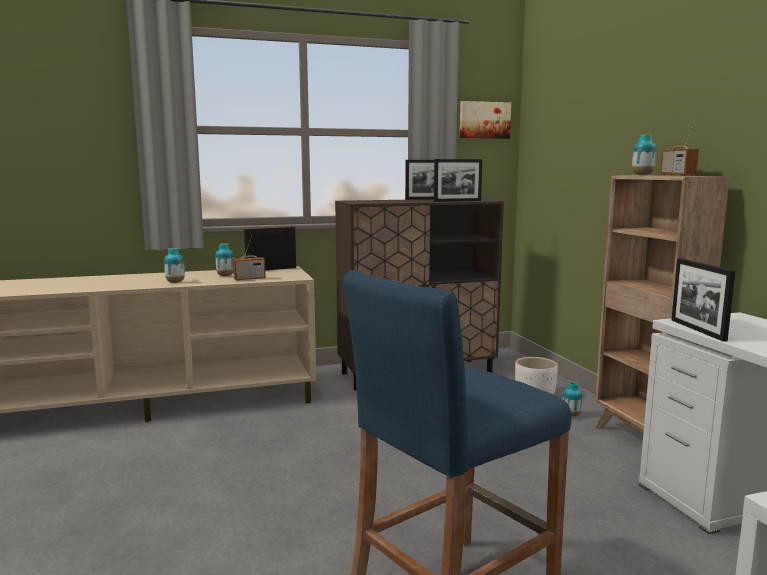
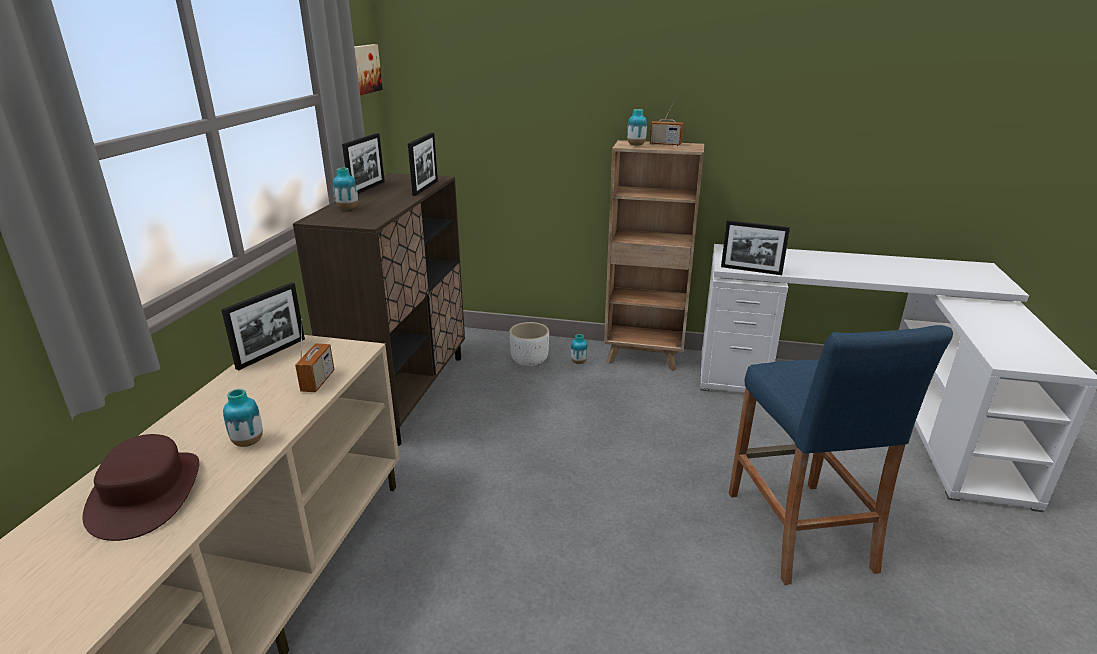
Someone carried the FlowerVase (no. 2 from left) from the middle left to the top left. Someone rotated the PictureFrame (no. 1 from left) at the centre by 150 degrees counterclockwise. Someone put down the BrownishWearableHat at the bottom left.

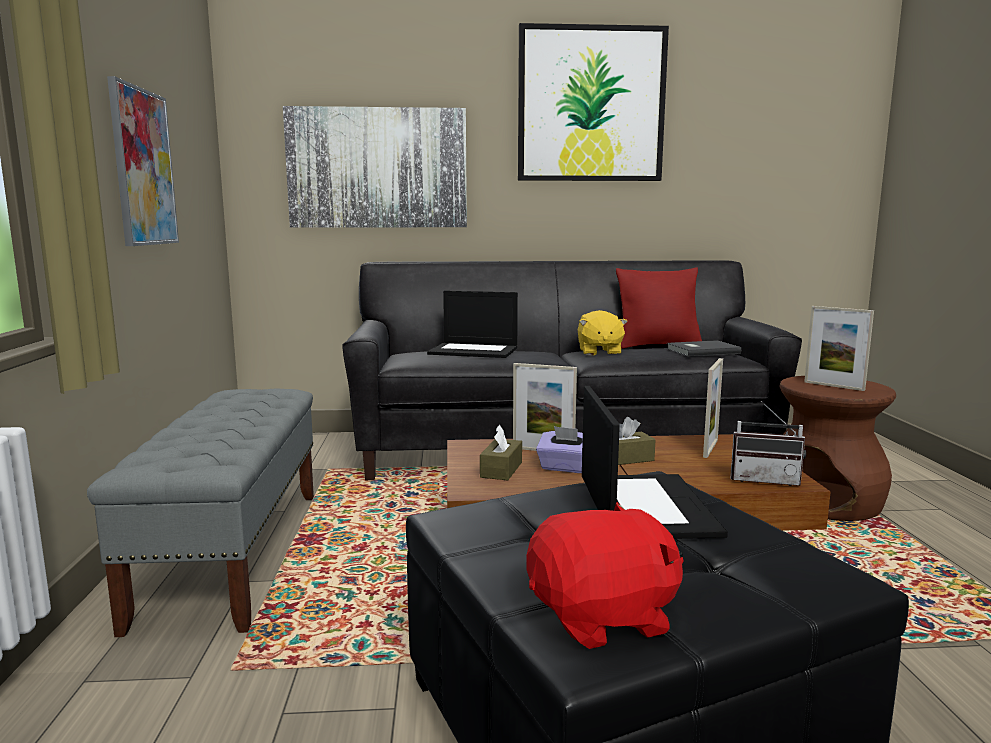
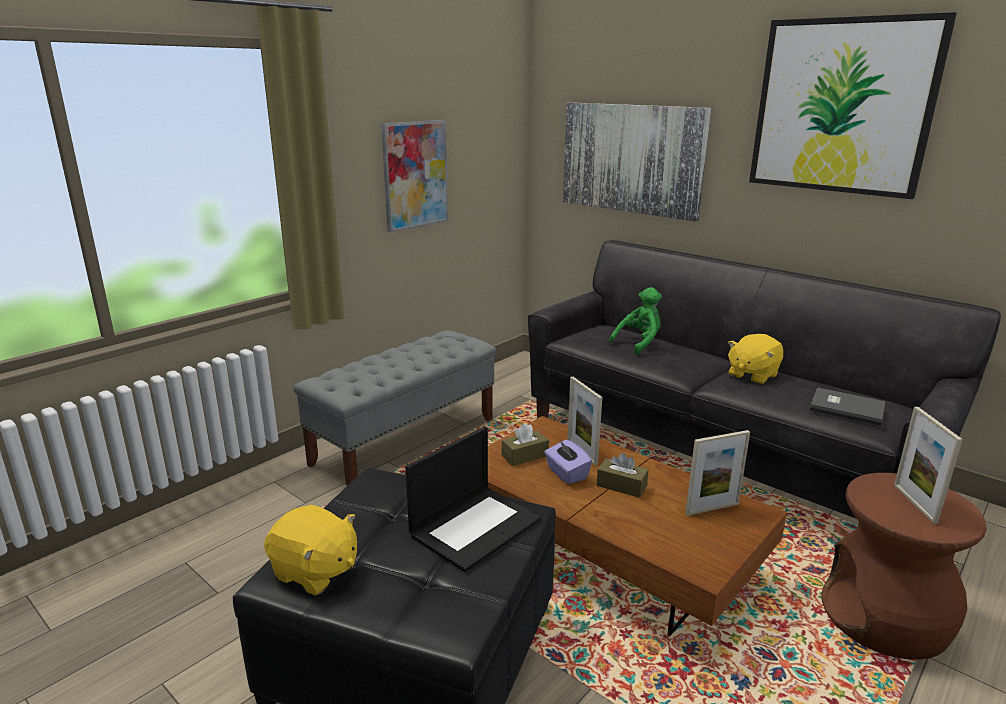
Someone swapped the PortableComputer (no. 1 from left) at the centre for the GreenCuddlyToy at the centre. Someone repainted the RedCuddlyToy at the bottom centre, which became the YellowColouredCuddlyToy (no. 1 from left) at the bottom left. Someone took away the RedPillow at the centre. Someone took away the RadioReceiver at the middle right.

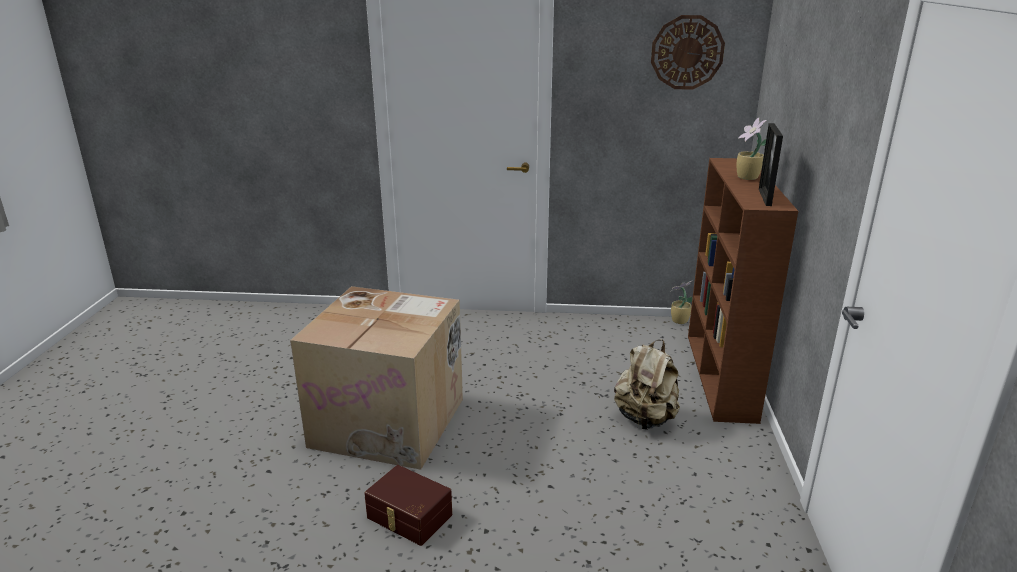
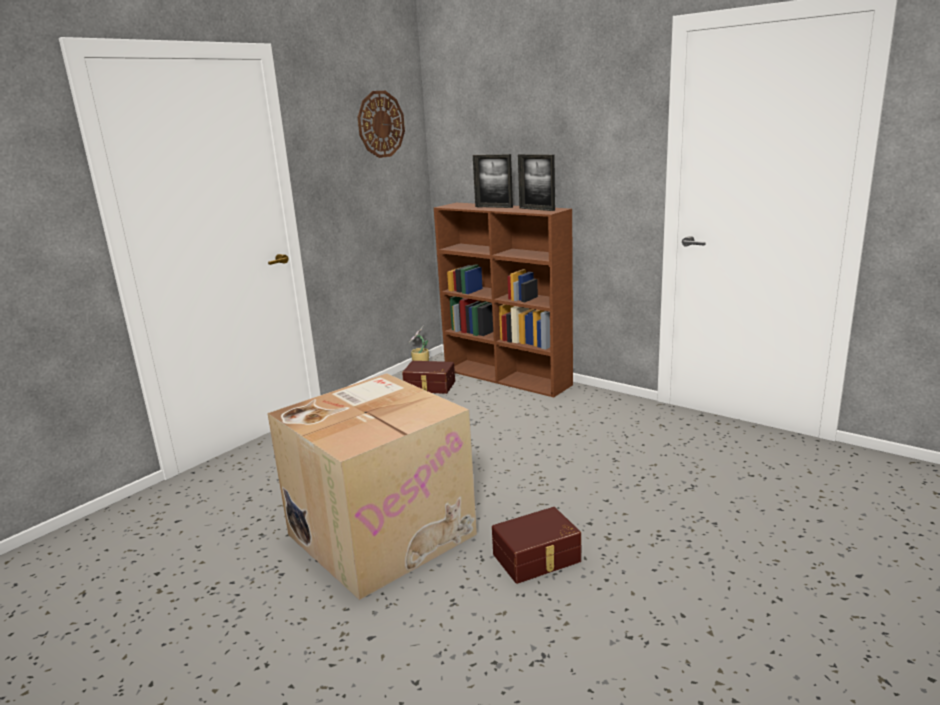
Someone took away the BeigeRucksack at the bottom centre. Someone swapped the Houseplant (no. 2 from left) at the top right for the PictureFrame (no. 1 from left) at the top centre. Someone put down the BrownishStorageBin (no. 1 from left) at the centre.

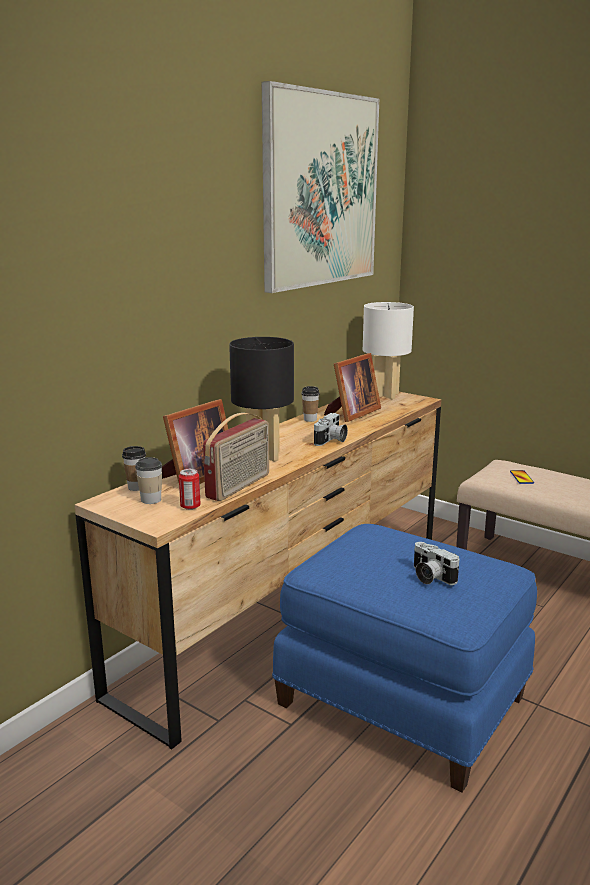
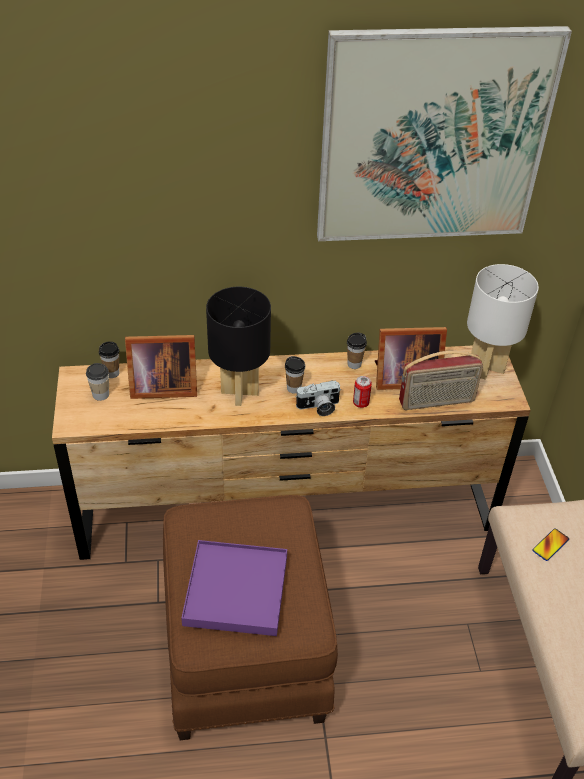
Someone carried the SealedCan from the middle left to the centre. Someone carried the RadioReceiver from the centre to the middle right. Someone repainted the BluishFootrest at the bottom right, which became the BrownishFootrest at the bottom centre. Someone swapped the StillCamera (no. 2 from left) at the middle right for the PurpleColouredTray at the bottom centre. Someone put down the DrinkingCup (no. 3 from left) at the centre.

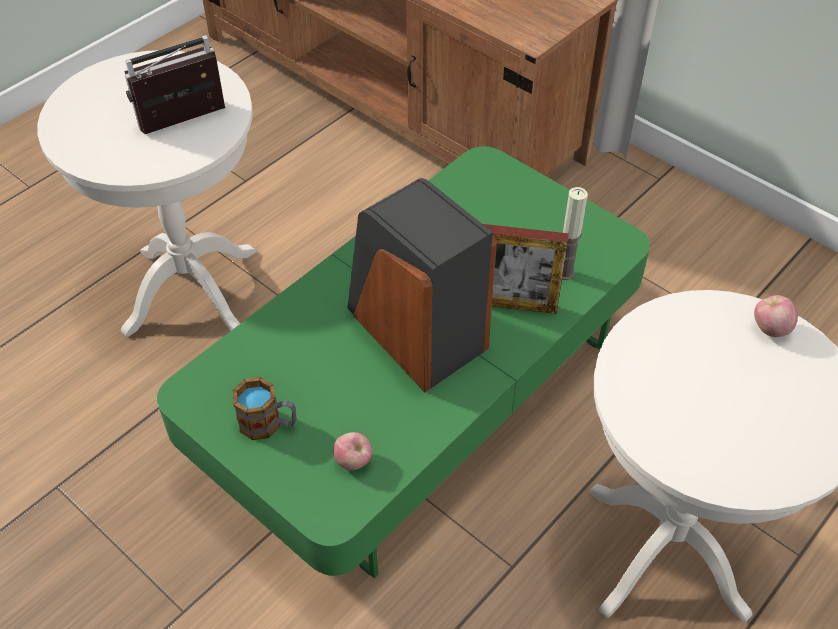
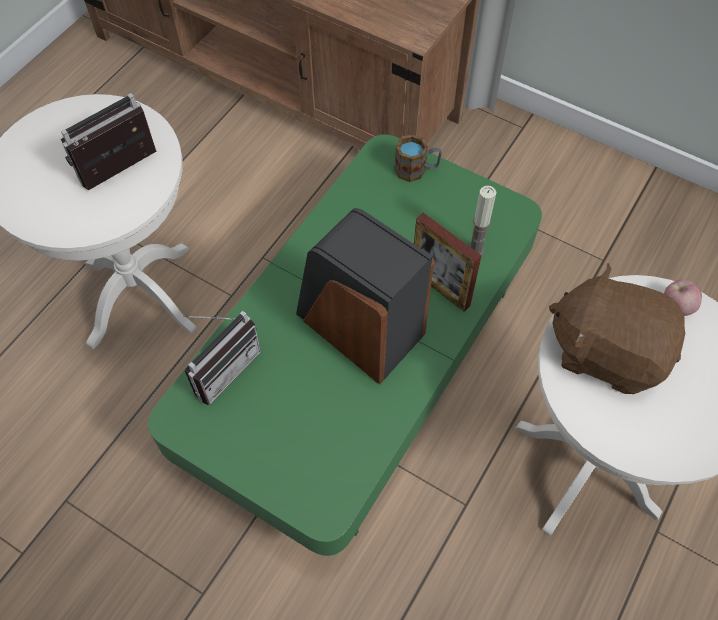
Someone carried the CoffeeMug from the middle left to the top centre. Someone took away the AppleFruit (no. 1 from left) at the bottom centre. Someone rotated the PictureFrame at the centre by 45 degrees clockwise. Someone put down the RadioReceiver (no. 2 from left) at the middle left. Someone put down the BrownishCuddlyToy at the middle right.

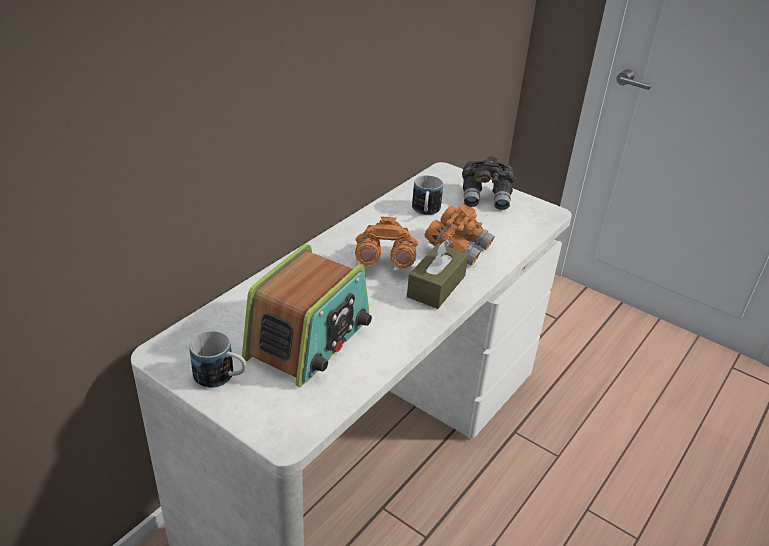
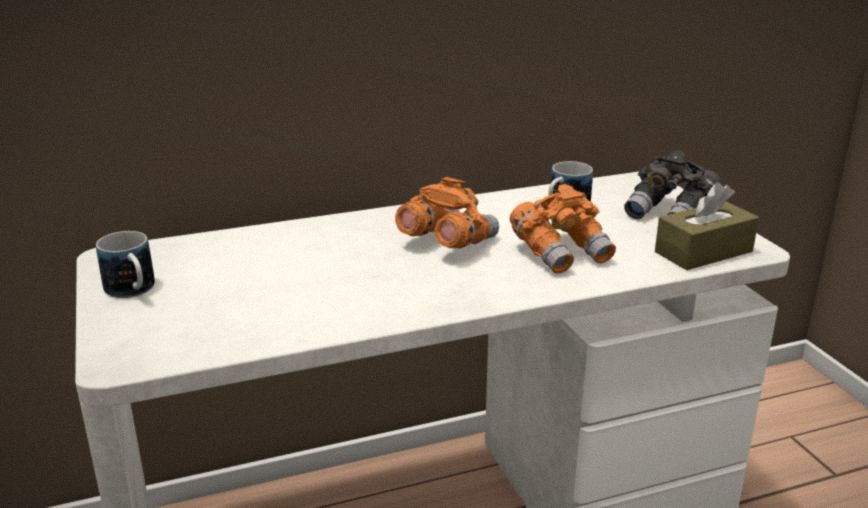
Someone took away the RadioReceiver at the centre. Someone carried the BrownishBoxOfTissues from the centre to the middle right.

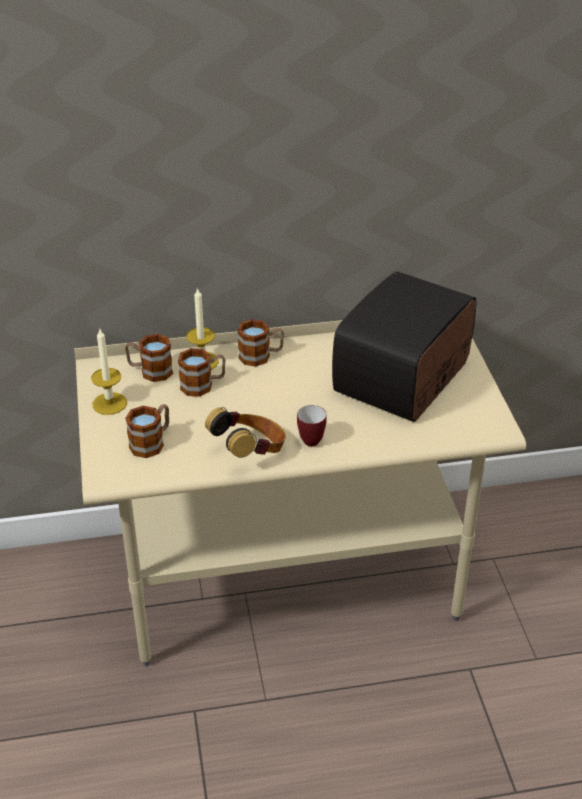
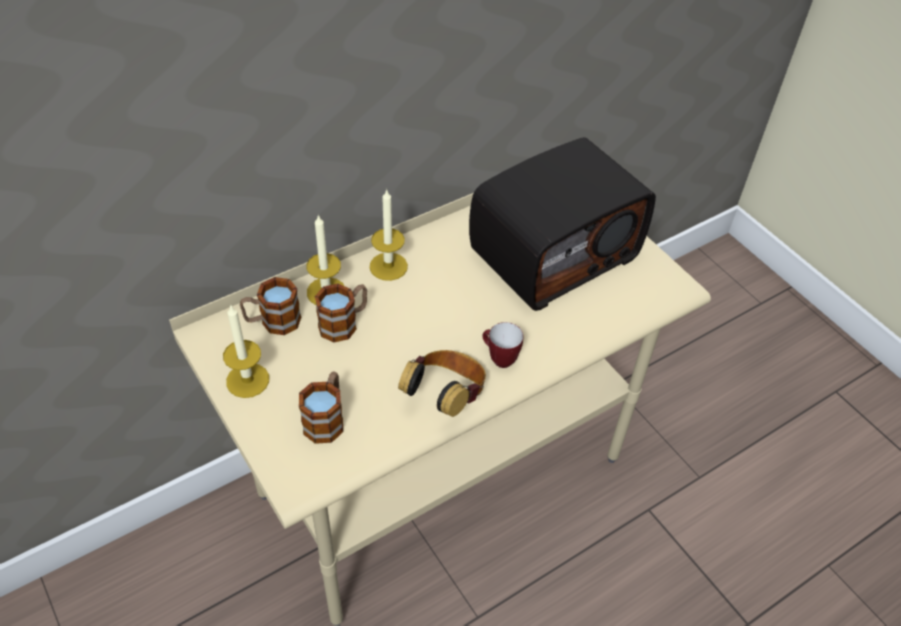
Someone swapped the CoffeeMug (no. 4 from left) at the centre for the Candle (no. 3 from left) at the centre. Someone rotated the RadioReceiver at the middle right by 135 degrees counterclockwise.

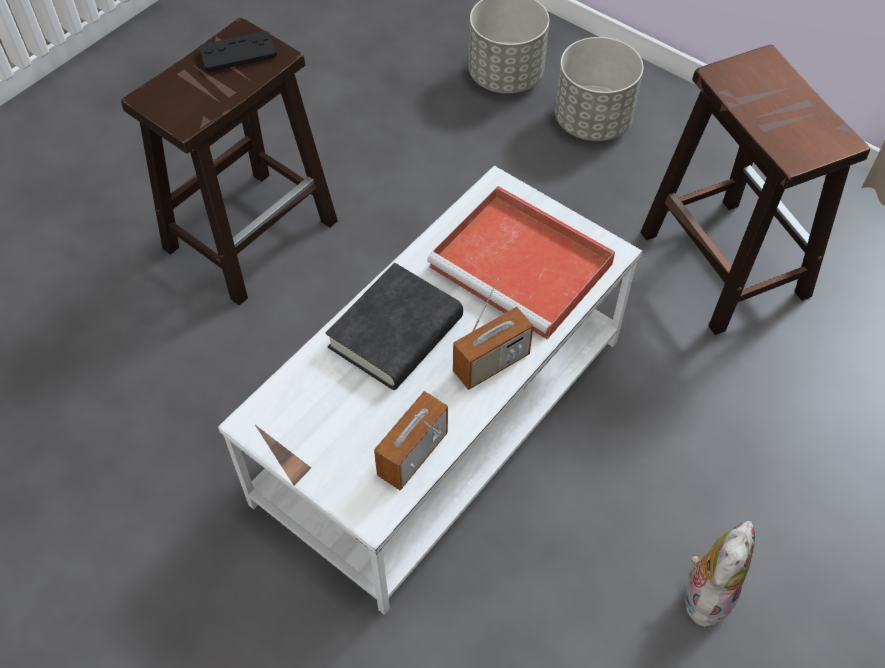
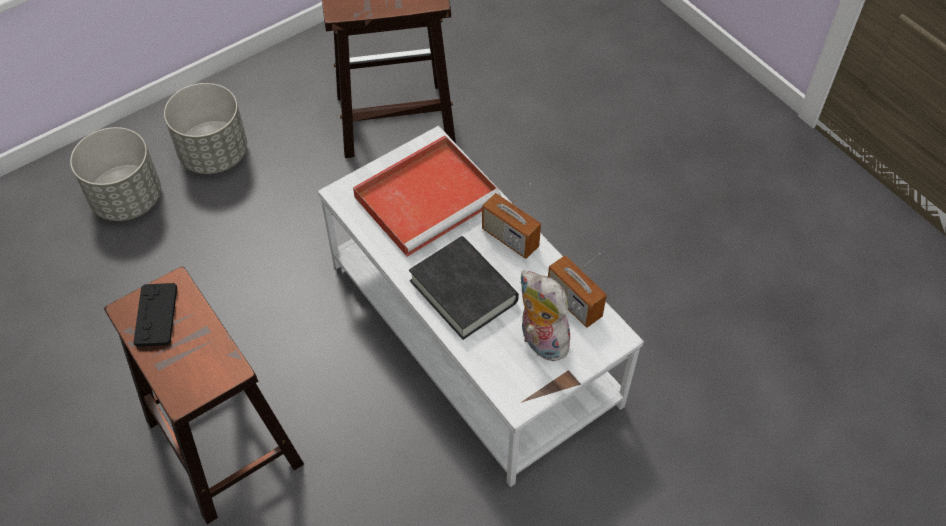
Someone rotated the RadioReceiver (no. 2 from left in the first image) at the centre by 150 degrees clockwise. Someone carried the CuddlyToy from the bottom right to the centre.

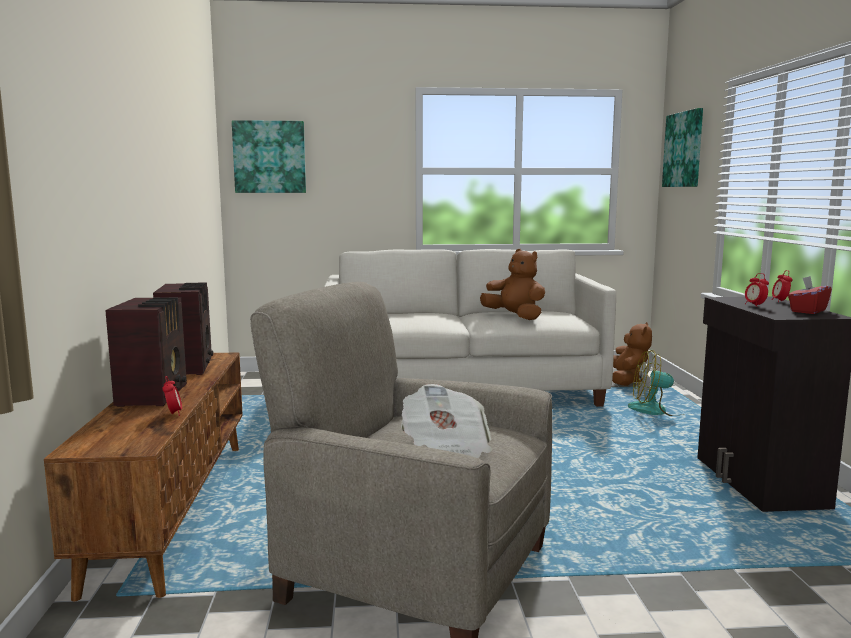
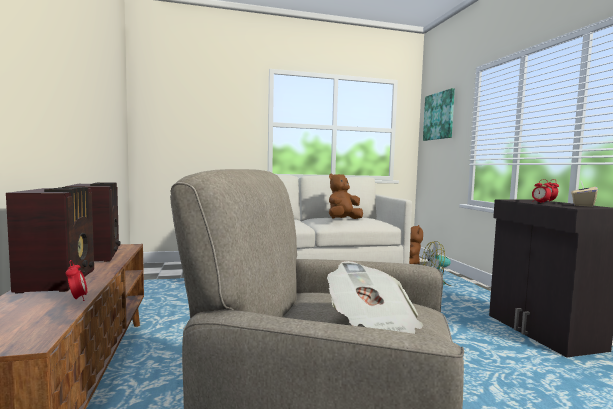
Someone took away the WallPicture (no. 1 from left) at the top left. Someone rotated the BrownishCuddlyToy (no. 1 from left) at the centre by 75 degrees counterclockwise. Someone repainted the RedBoxOfTissues at the middle right, which became the BeigeBoxOfTissues at the middle right.

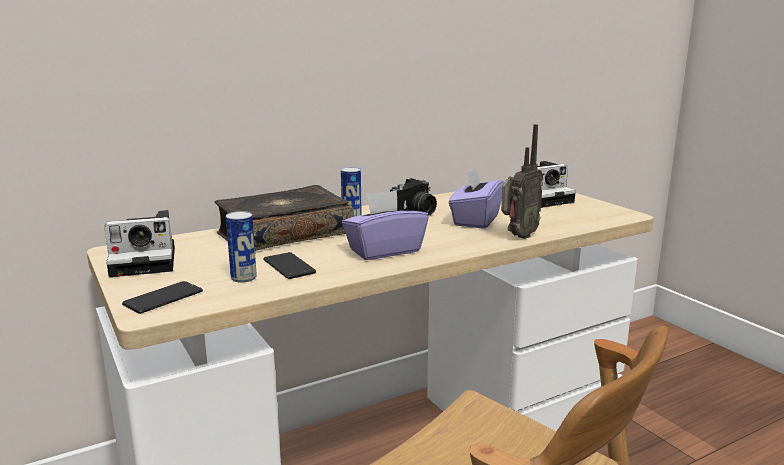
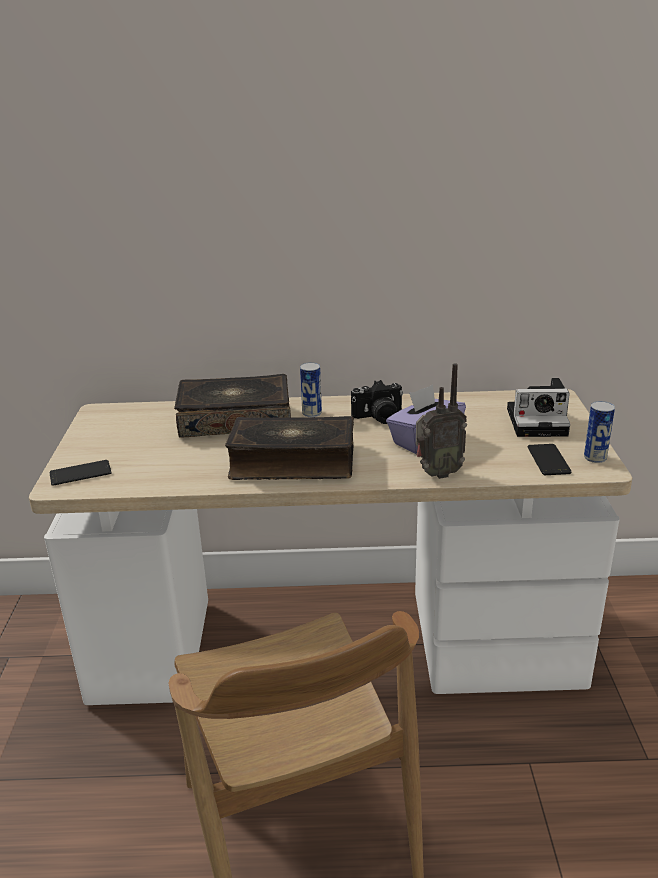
Someone took away the StillCamera (no. 1 from left) at the middle left. Someone carried the SealedCan (no. 1 from left in the first image) from the middle left to the middle right. Someone carried the Handset (no. 2 from left) from the centre to the middle right. Someone swapped the PurpleColouredBoxOfTissues (no. 1 from left) at the centre for the Book (no. 2 from left) at the centre.

